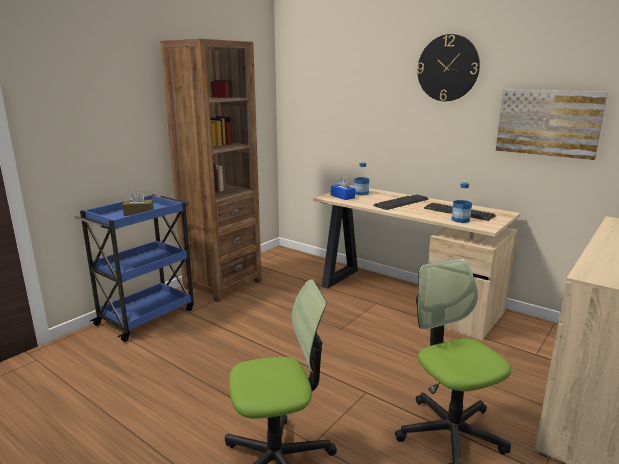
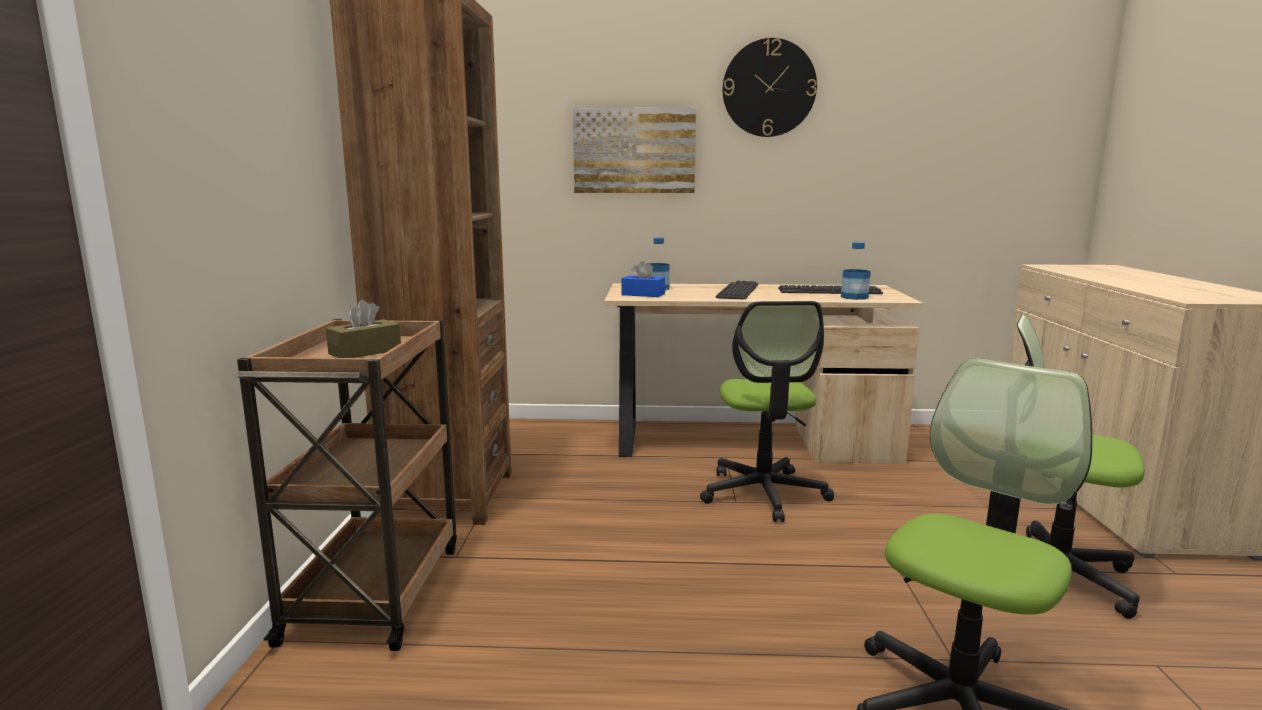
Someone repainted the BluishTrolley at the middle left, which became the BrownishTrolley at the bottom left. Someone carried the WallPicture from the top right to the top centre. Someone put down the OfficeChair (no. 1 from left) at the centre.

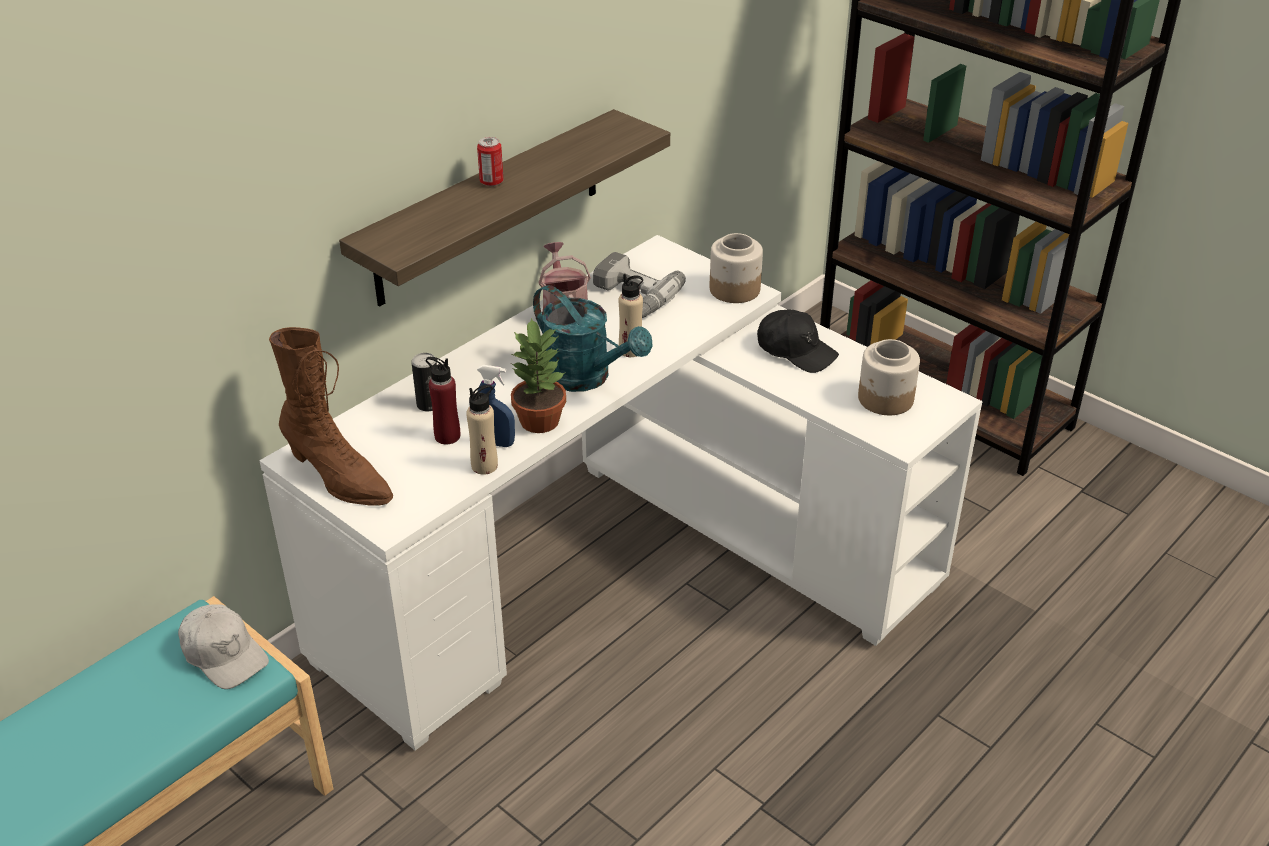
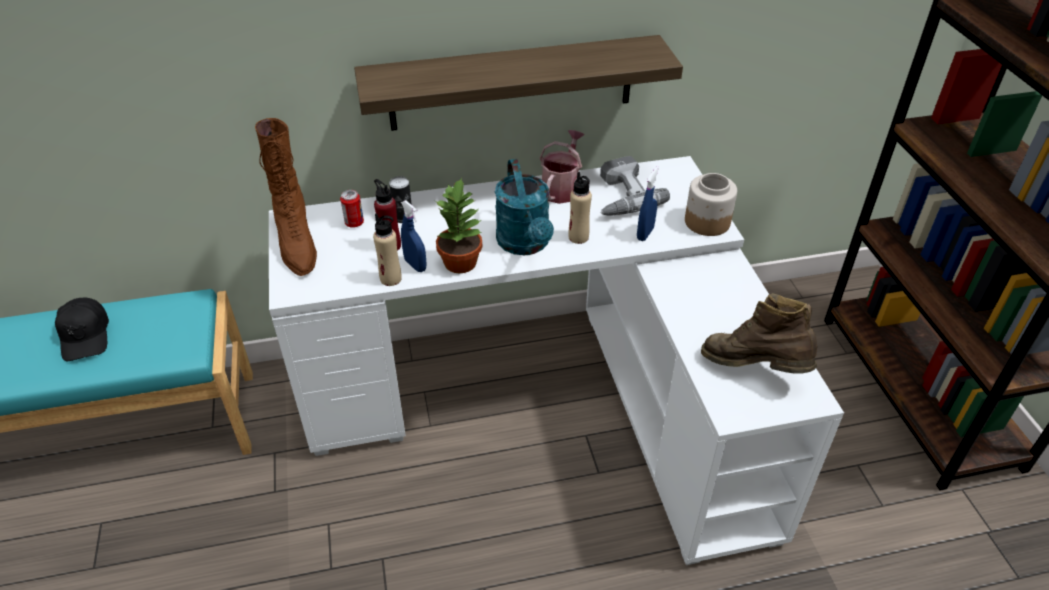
Someone took away the WhitishPeakedCap at the bottom left. Someone carried the SealedCan (no. 2 from left in the first image) from the top centre to the centre. Someone carried the BlackColouredPeakedCap from the centre to the middle left. Someone swapped the PreserveJar (no. 2 from left) at the middle right for the BrownishBoot (no. 2 from left) at the middle right. Someone put down the BluishSprayer (no. 2 from left) at the centre.

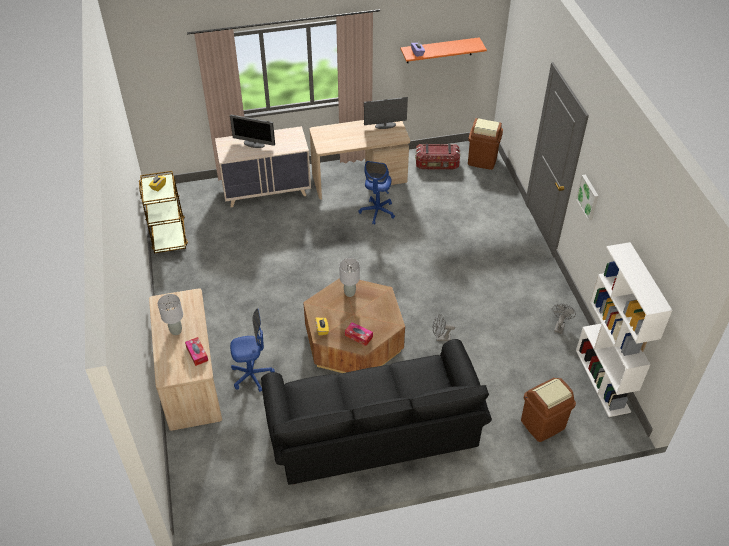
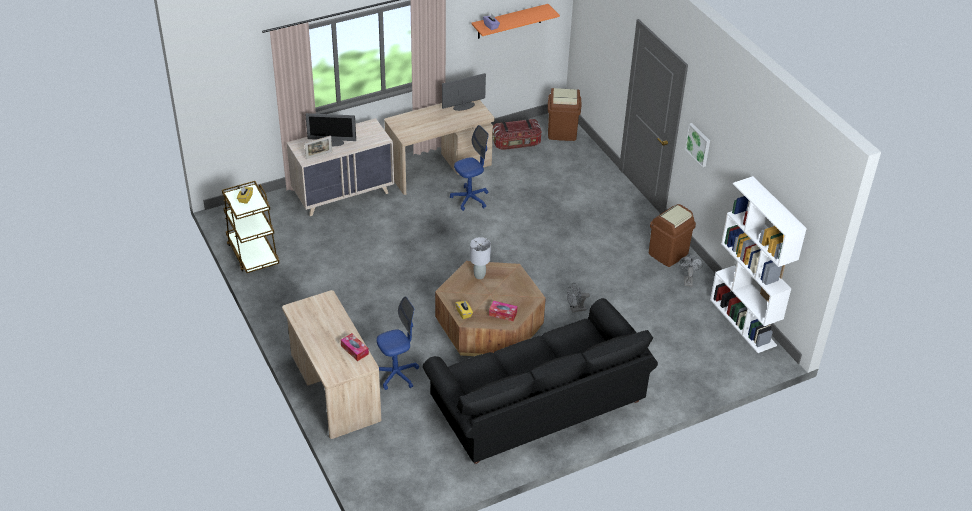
Someone took away the GreyTableLamp (no. 1 from left) at the middle left. Someone rotated the BluishOfficeChair (no. 2 from left) at the centre by 120 degrees counterclockwise. Someone carried the BrownishRubbishBin (no. 2 from left) from the bottom right to the middle right. Someone put down the PictureFrame at the top left.

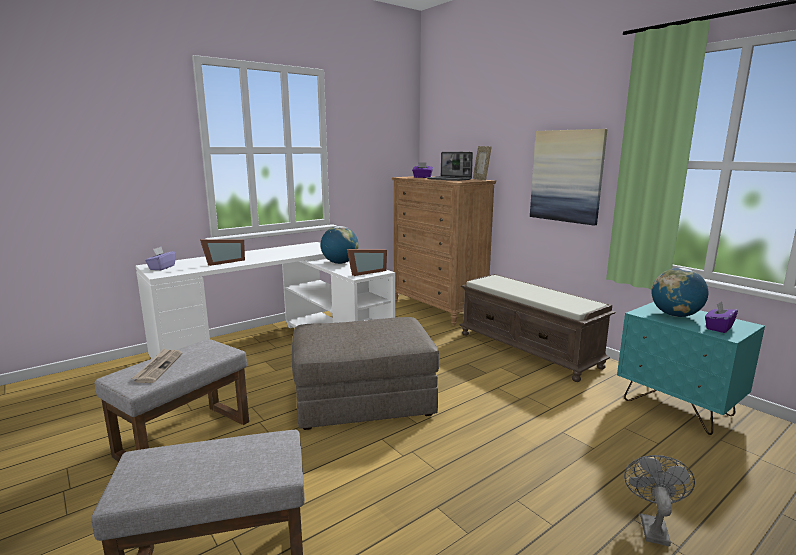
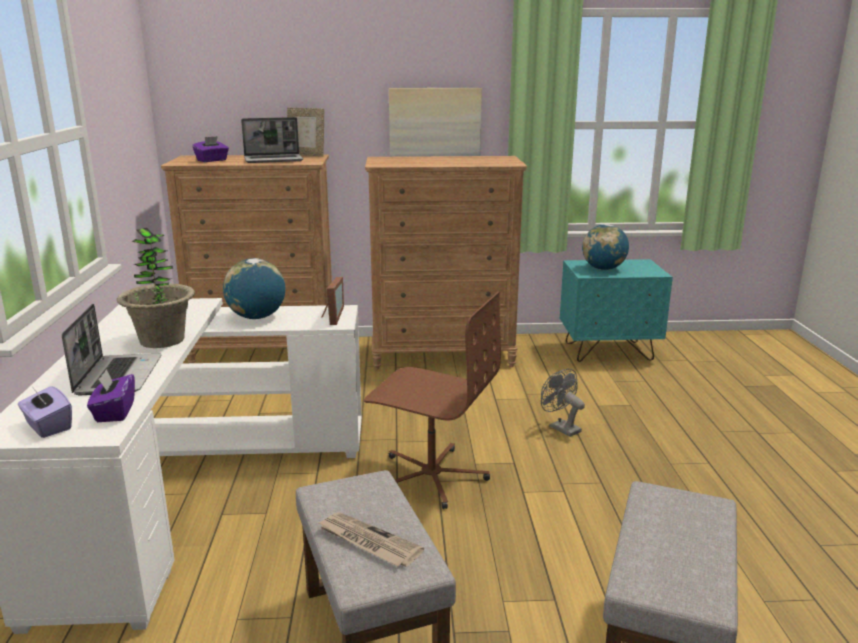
Someone swapped the PictureFrame (no. 1 from left) at the middle left for the PortableComputer (no. 1 from left) at the middle left. Someone swapped the GreyFootrest (no. 3 from left) at the bottom centre for the BrownishOfficeChair at the centre. Someone swapped the BrownishBench at the middle right for the BrownishDresser (no. 2 from left) at the centre. Someone carried the GreyCoolingFan from the bottom right to the centre. Someone carried the PurpleColouredBoxOfTissues (no. 3 from left in the first image) from the middle right to the middle left. Someone put down the Houseplant at the middle left.

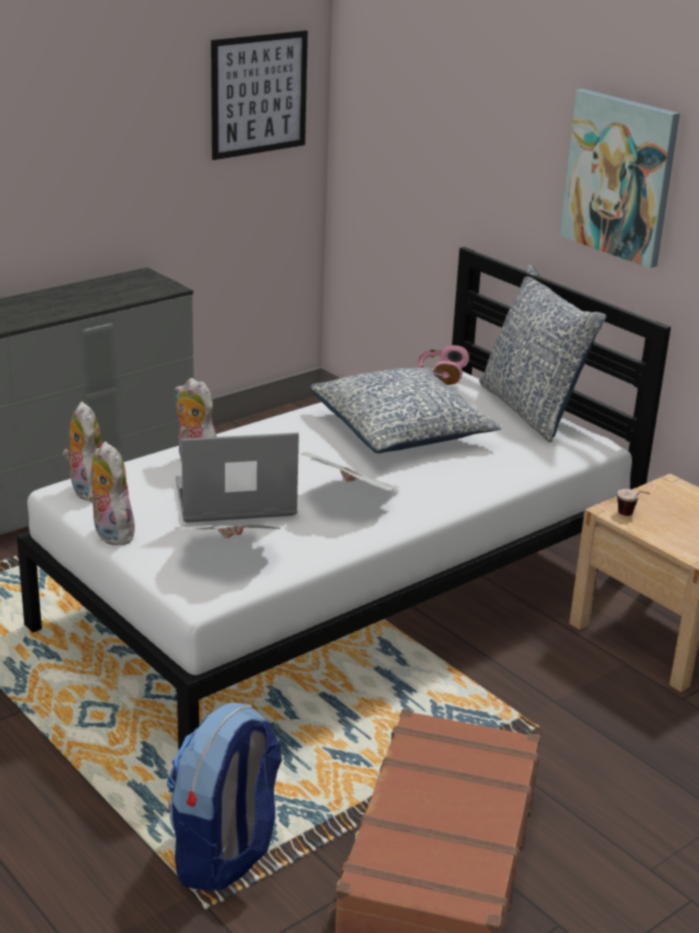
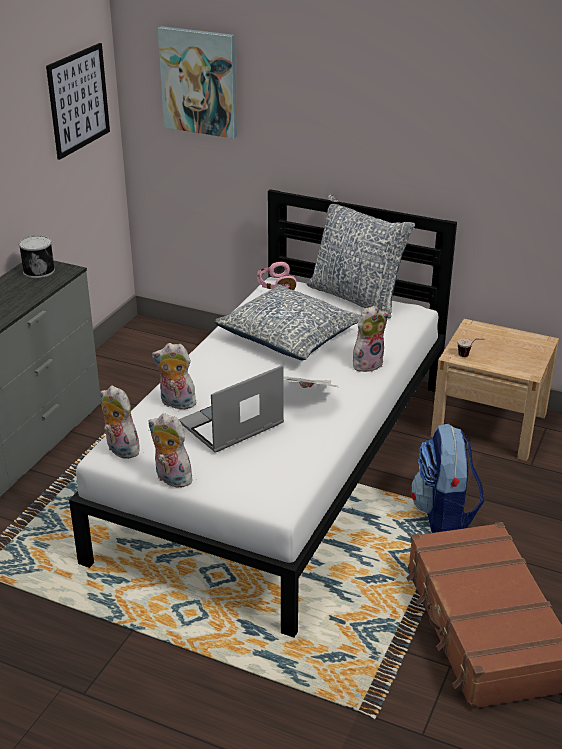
Someone carried the Rucksack from the bottom left to the middle right. Someone took away the PrintedPaper (no. 1 from left) at the middle left. Someone carried the WallPicture (no. 2 from left) from the top right to the top centre. Someone put down the SealedCan at the middle left. Someone put down the CuddlyToy (no. 4 from left) at the centre.

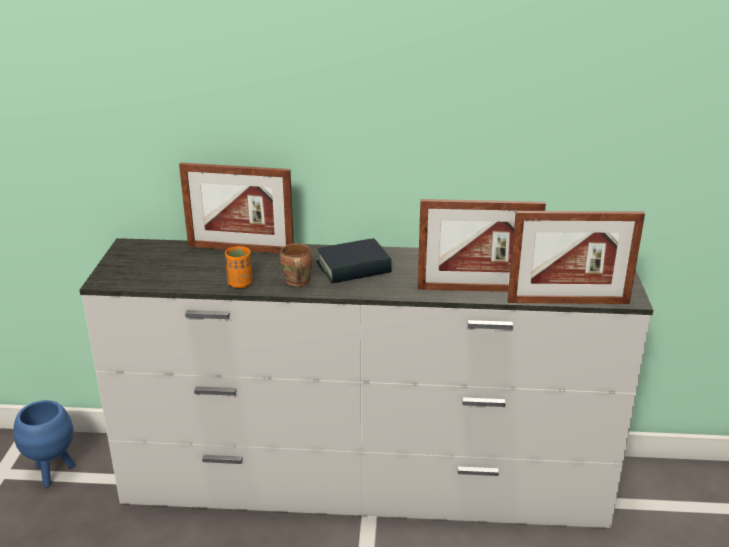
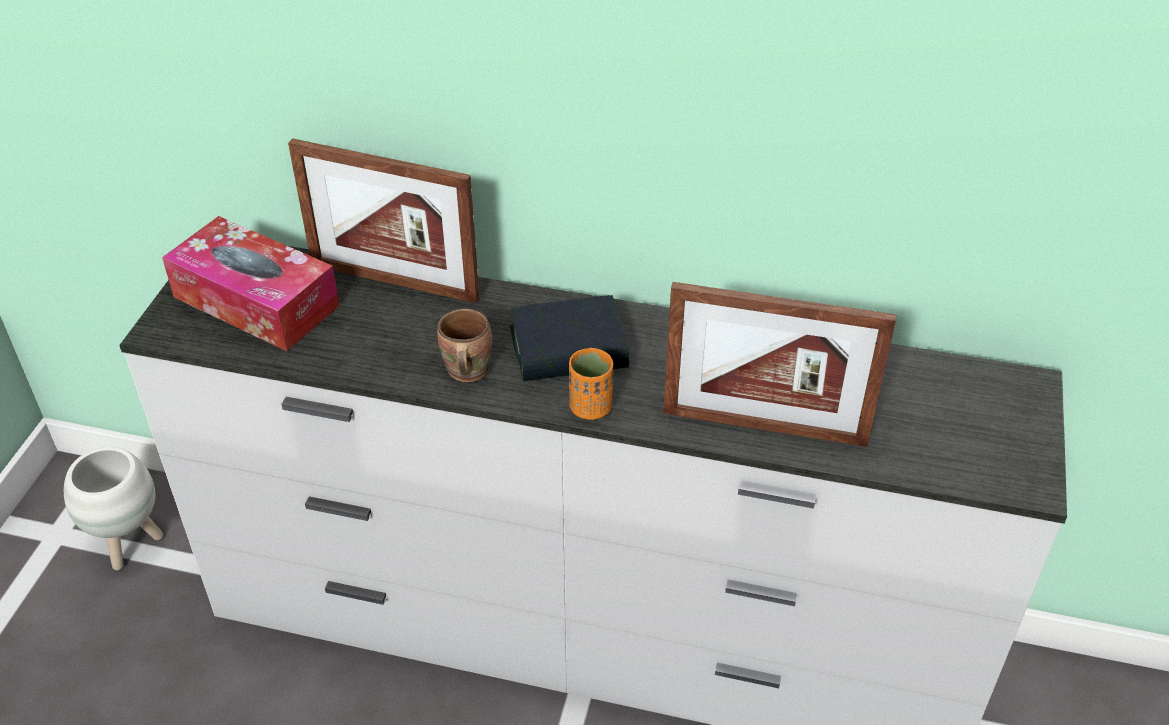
Someone repainted the BluishPlantPot at the bottom left, which became the WhitishPlantPot at the bottom left. Someone carried the OrangeyDrinkingCup from the middle left to the centre. Someone took away the PictureFrame (no. 3 from left) at the middle right. Someone put down the BoxOfTissues at the middle left.

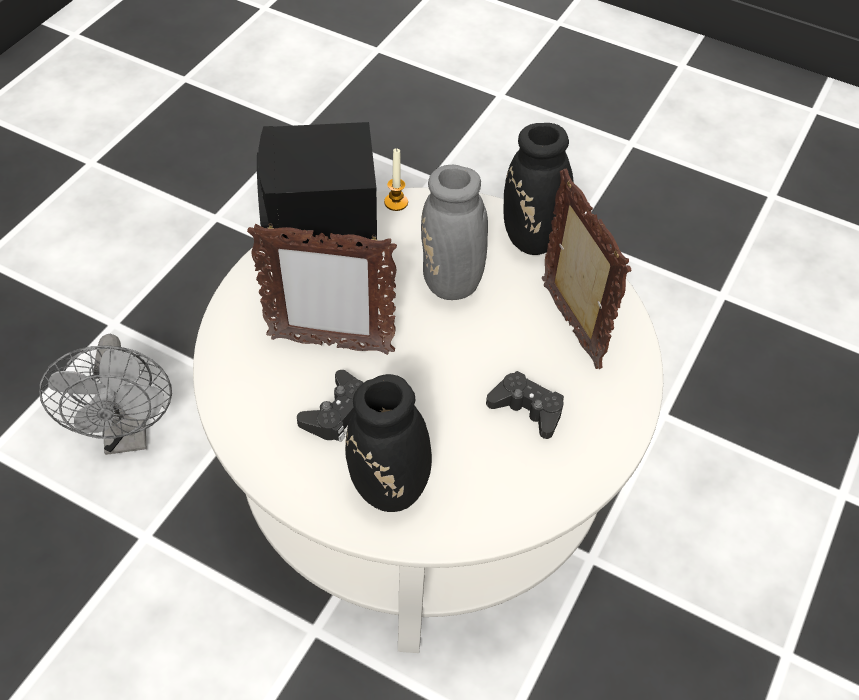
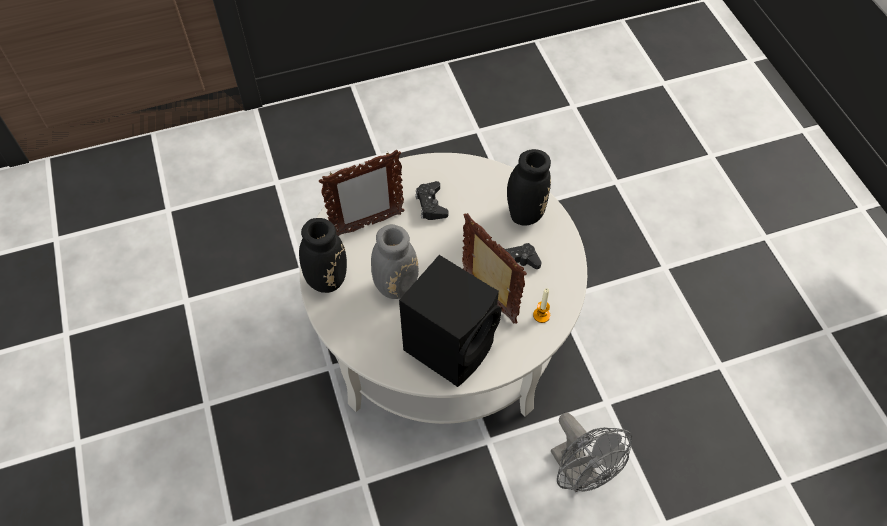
Someone rotated the GreyCoolingFan at the middle left by 120 degrees clockwise. Someone carried the Candle from the top centre to the centre. Someone rotated the PictureFrame (no. 2 from left in the first image) at the middle right by 135 degrees counterclockwise.

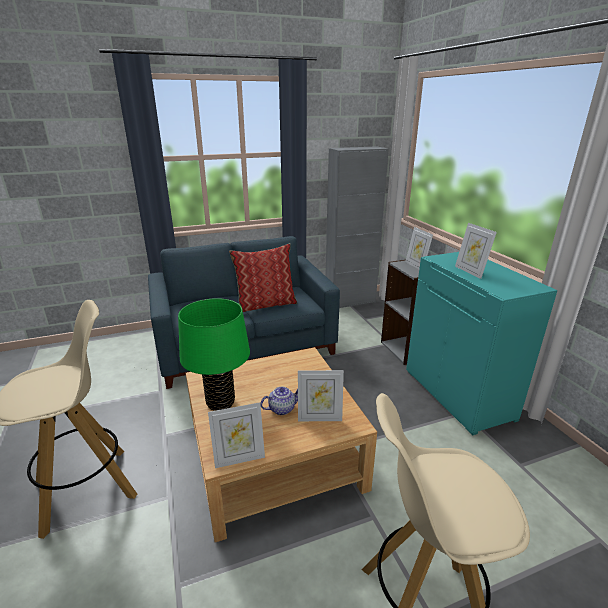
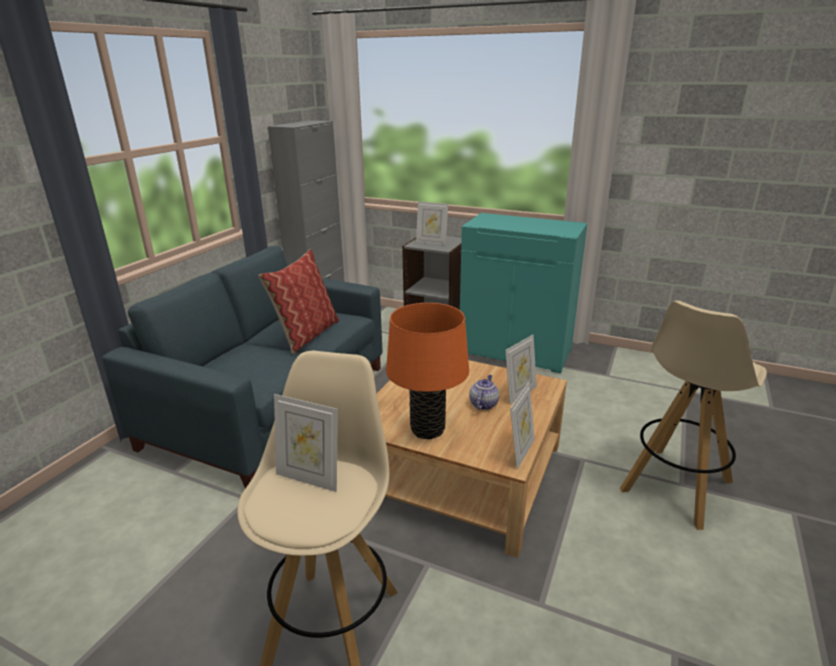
Someone repainted the GreenTableLamp at the centre, which became the OrangeyTableLamp at the centre. Someone carried the PictureFrame (no. 4 from left in the first image) from the middle right to the centre.

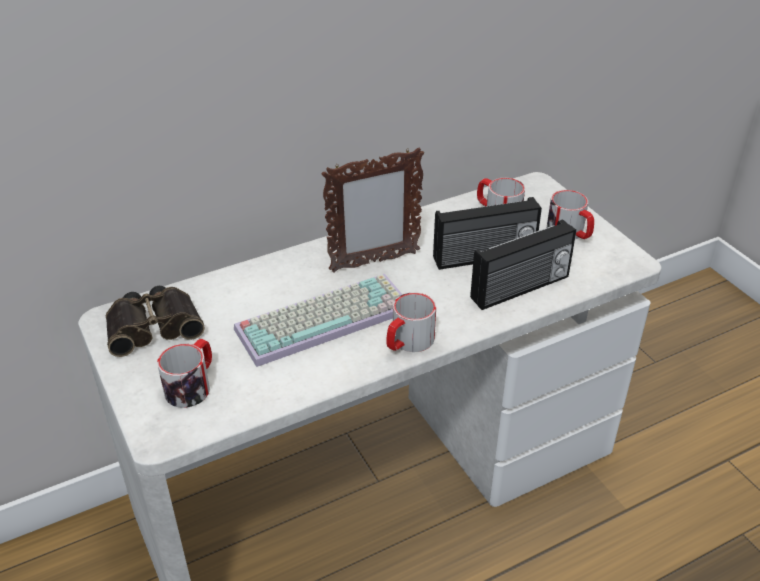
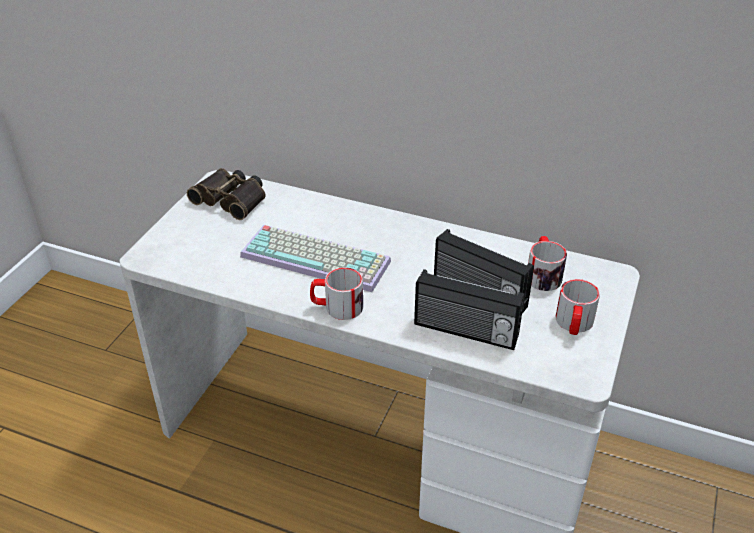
Someone took away the CoffeeMug (no. 1 from left) at the middle left. Someone took away the PictureFrame at the centre.

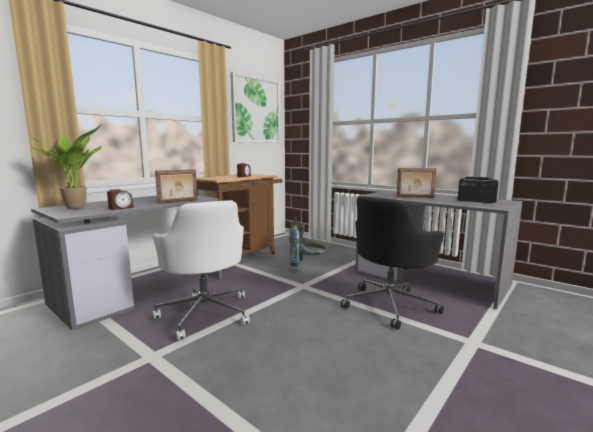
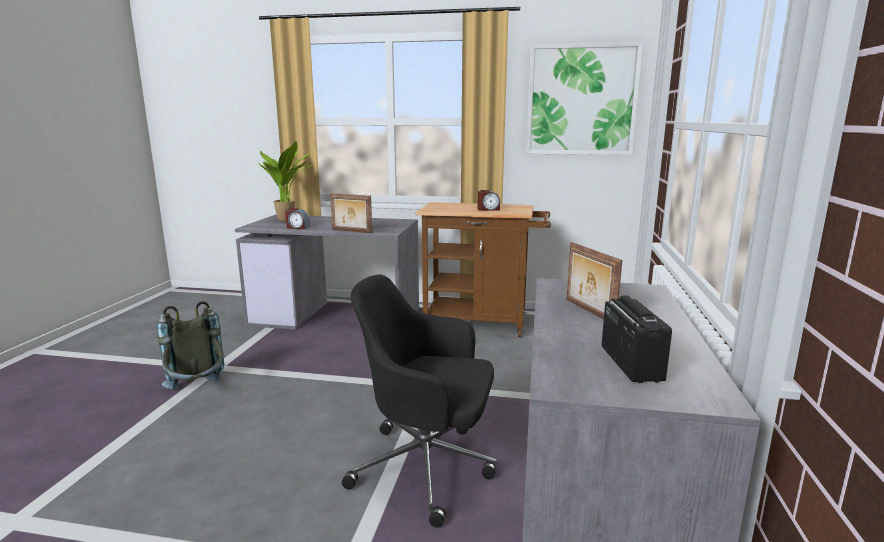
Someone took away the WhitishOfficeChair at the centre. Someone carried the GreyRucksack from the centre to the middle left.

